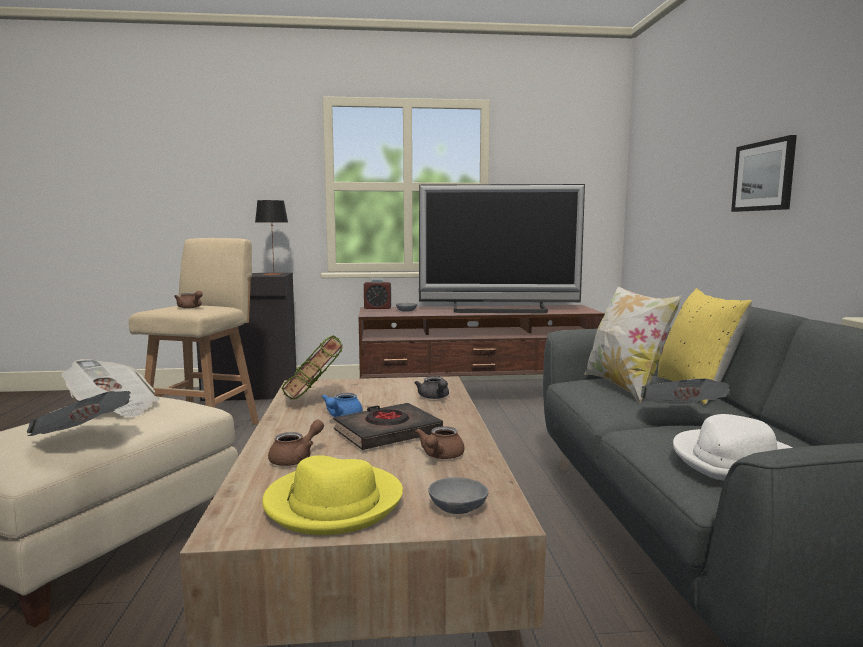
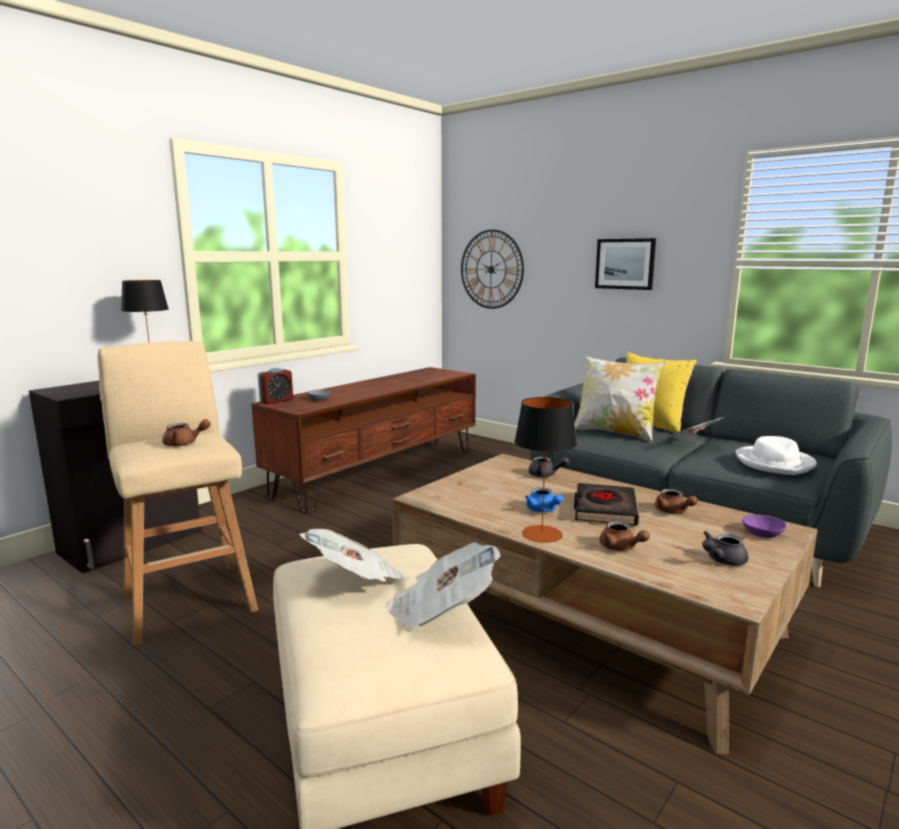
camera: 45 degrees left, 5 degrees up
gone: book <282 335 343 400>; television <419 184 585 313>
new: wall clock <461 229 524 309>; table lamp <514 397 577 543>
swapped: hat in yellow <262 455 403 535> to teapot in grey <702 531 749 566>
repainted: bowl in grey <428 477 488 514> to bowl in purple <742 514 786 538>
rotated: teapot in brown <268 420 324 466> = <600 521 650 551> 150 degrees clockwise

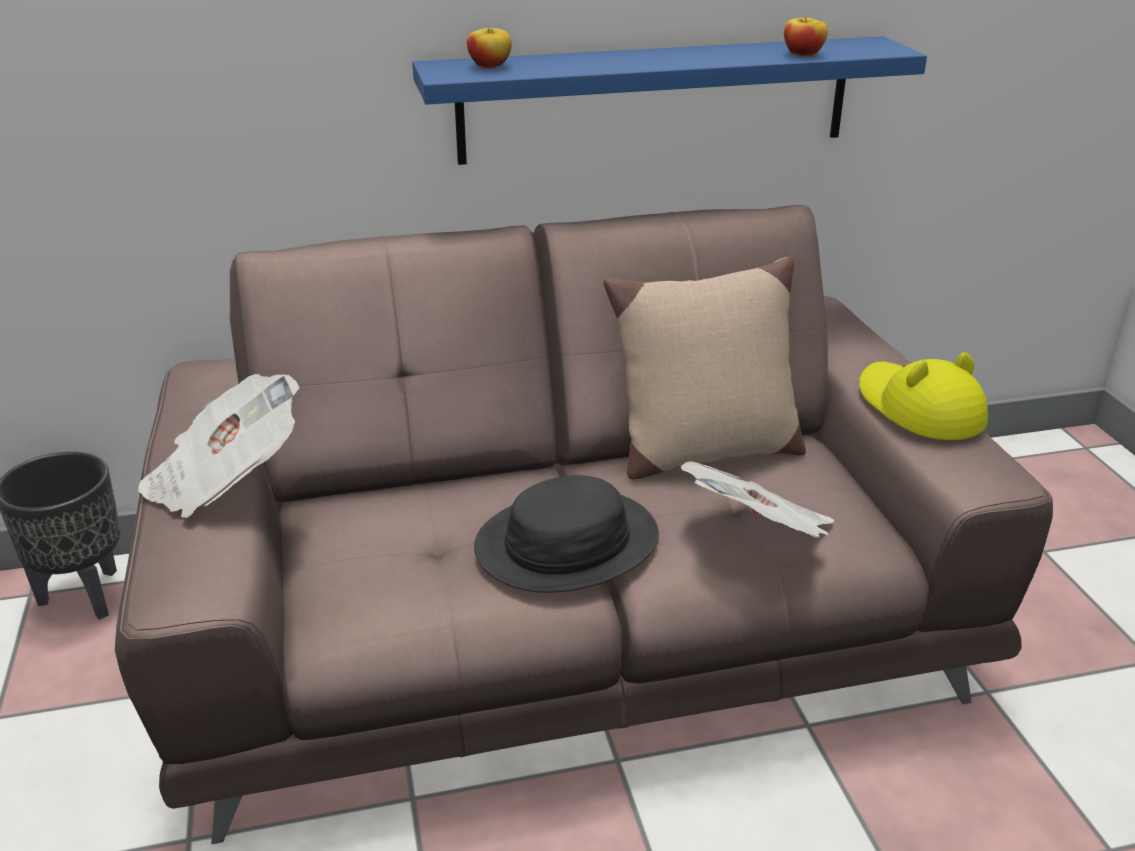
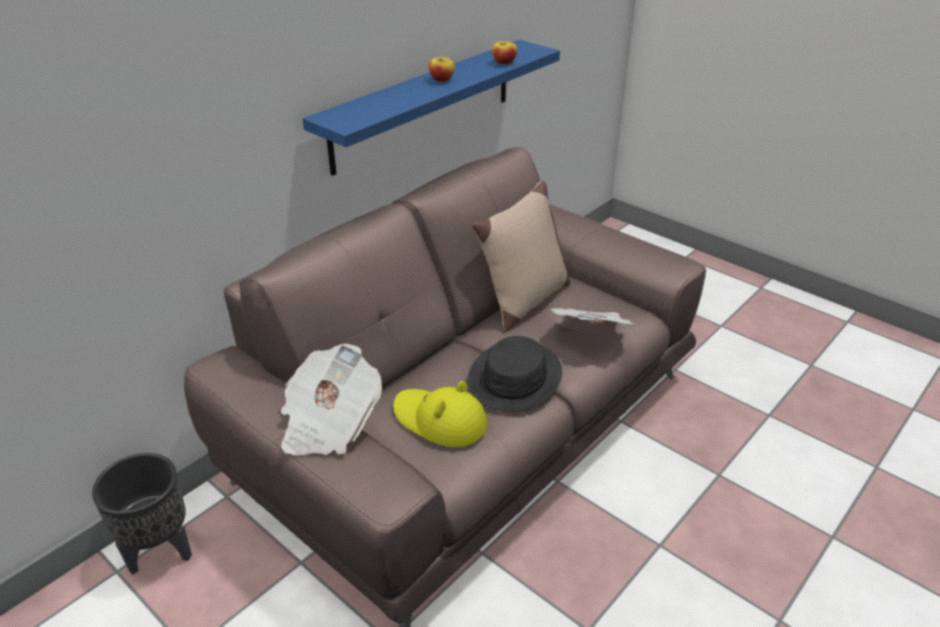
camera: 35 degrees left, 5 degrees up
shifted: apple <467 28 511 69> to <429 57 455 82>; hat in yellow <859 352 988 440> to <393 381 487 447>

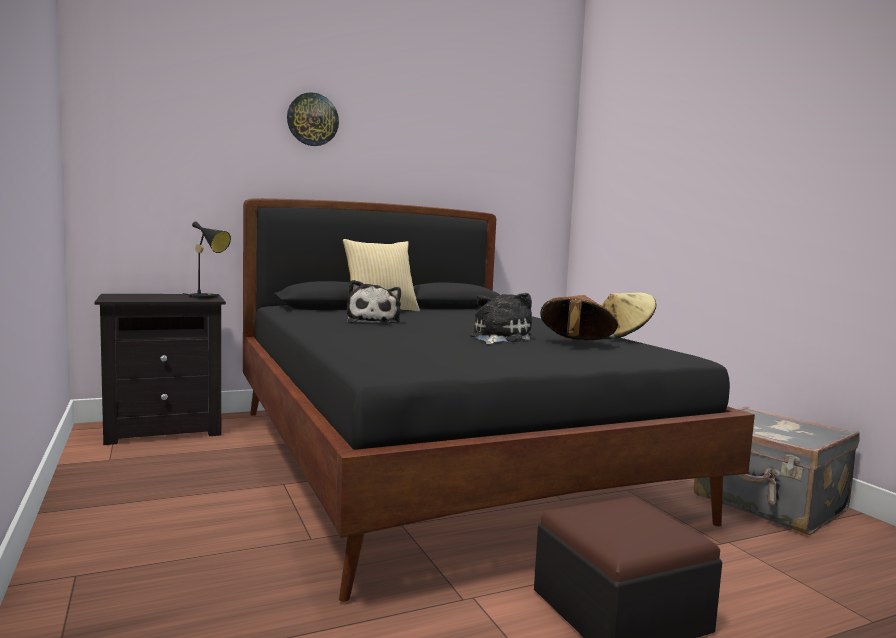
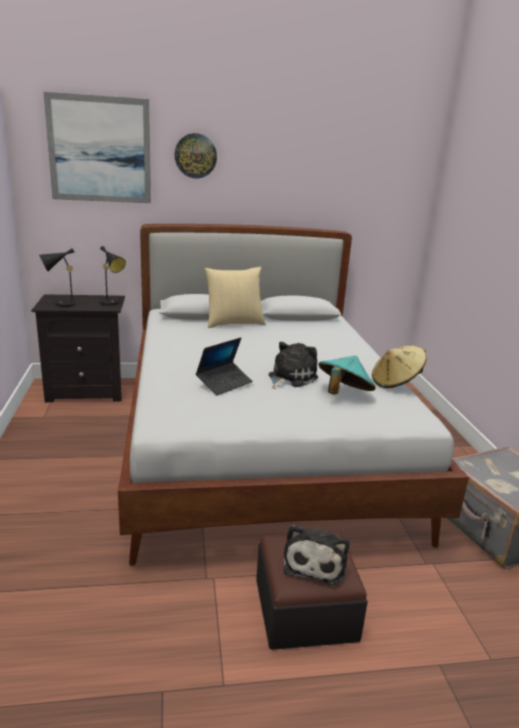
camera: 15 degrees right, 15 degrees up
new: table lamp in black <39 248 83 307>; picture <44 92 151 203>; laptop <196 337 253 396>
shifted: plush toy <346 280 401 324> to <284 525 349 585>
repainted: bed in black <243 198 755 602> to bed in white <118 224 469 566>; hat in brown <540 295 618 340> to hat in turquoise <318 356 376 395>

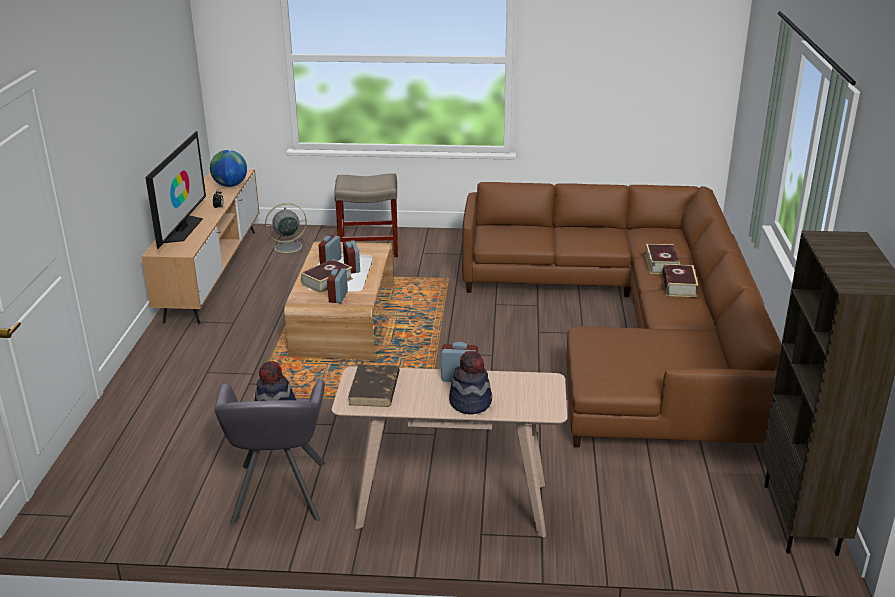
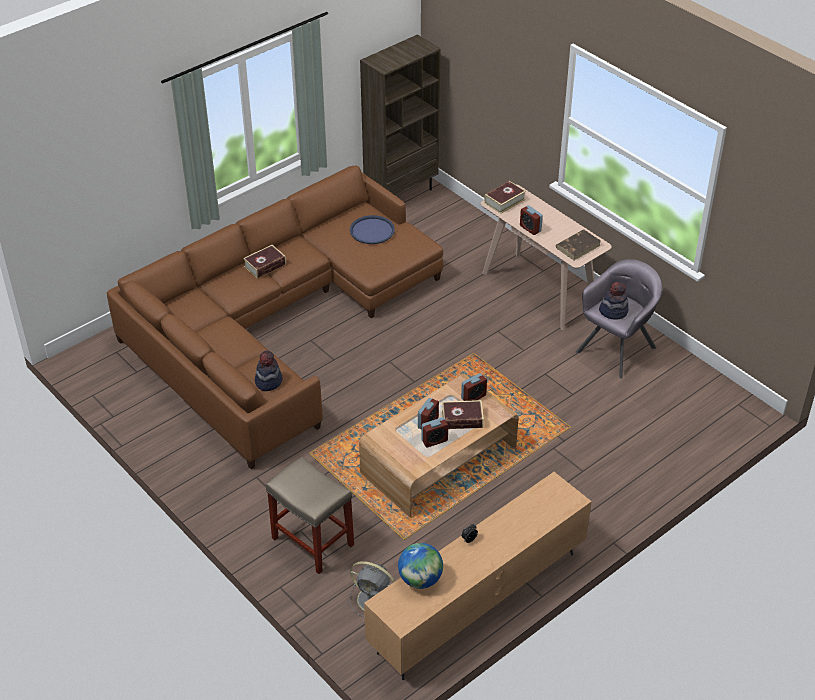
camera: 135 degrees left, 15 degrees up
gone: television <145 131 206 249>
new: tray in blue <350 215 395 244>
shifted: hat <449 351 492 414> to <255 351 283 391>; book <645 244 680 274> to <484 181 526 214>

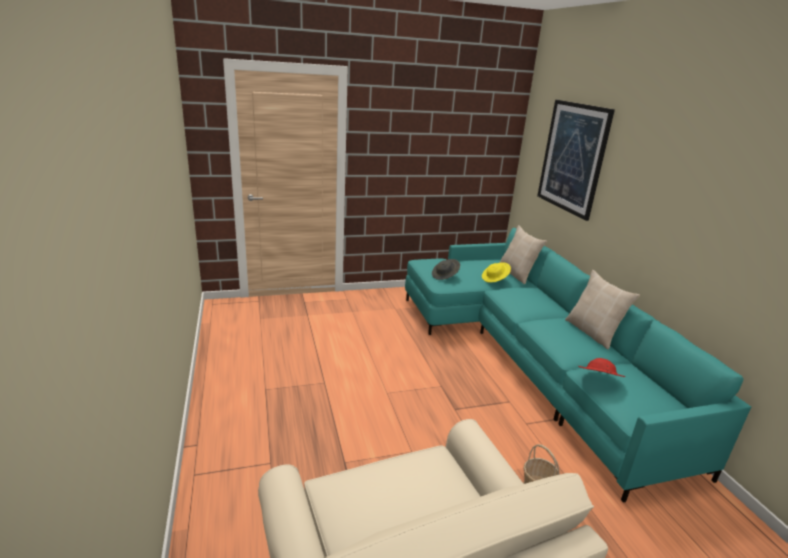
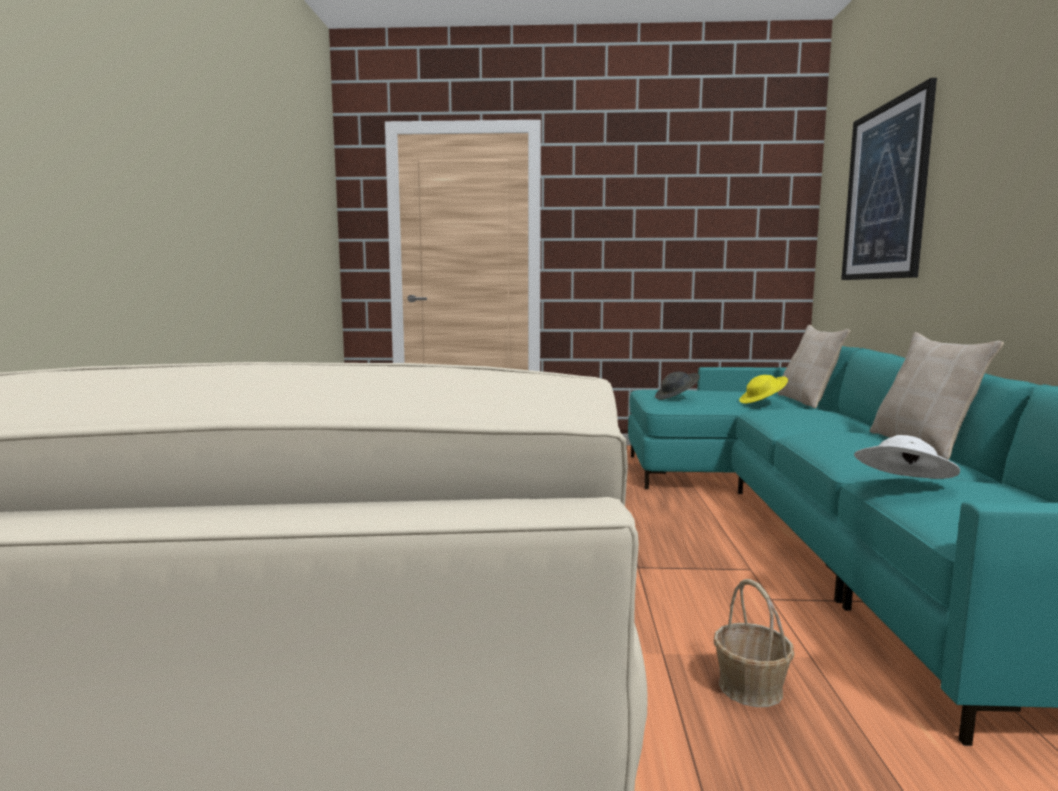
camera: 20 degrees right, 15 degrees down
repainted: hat in red <578 358 625 377> to hat in white <854 435 960 479>

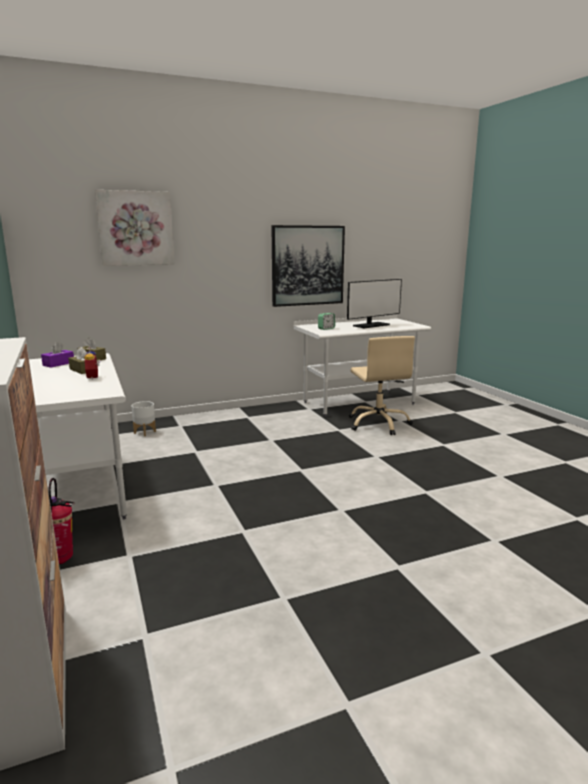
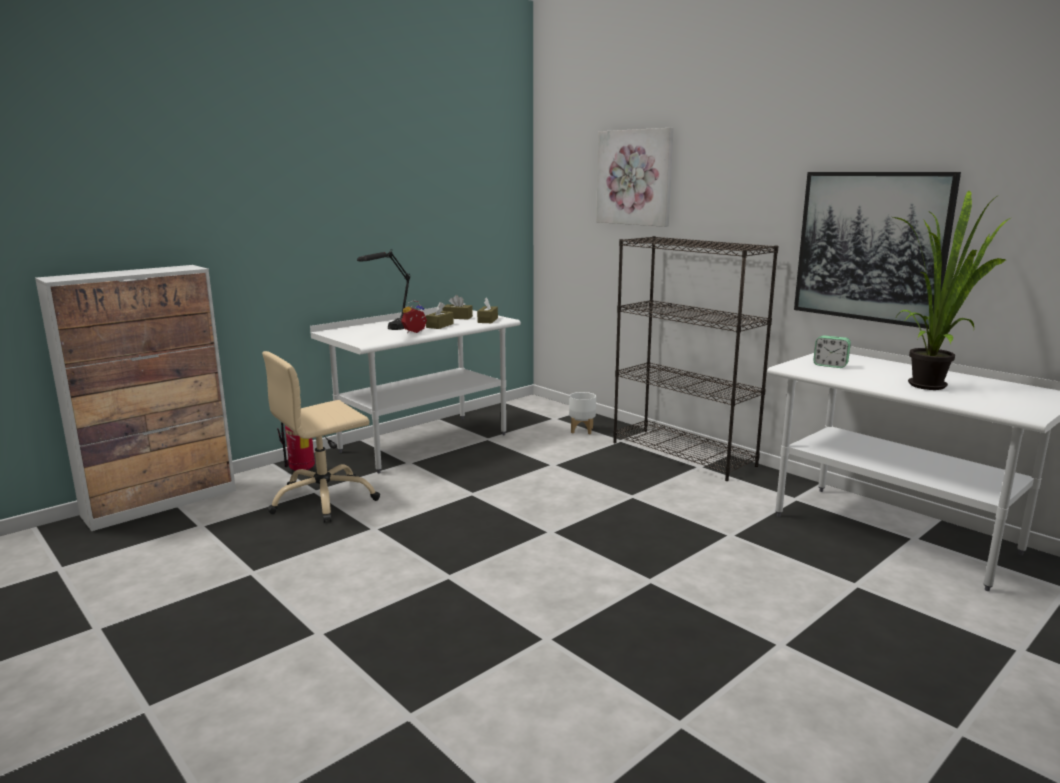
camera: 70 degrees right, 0 degrees up
new: table lamp in black <357 249 410 330>; bookcase in black <613 236 779 481>
shifted: office chair in beige <349 336 415 435> to <262 351 380 523>
swapped: monitor <347 279 402 328> to potted plant <893 191 1011 390>
repainted: tissue box in purple <41 342 74 368> to tissue box in brown <442 295 473 320>

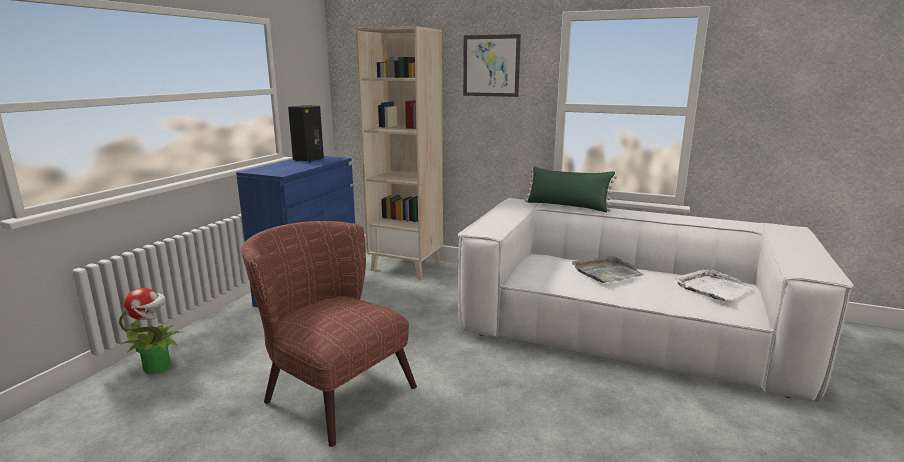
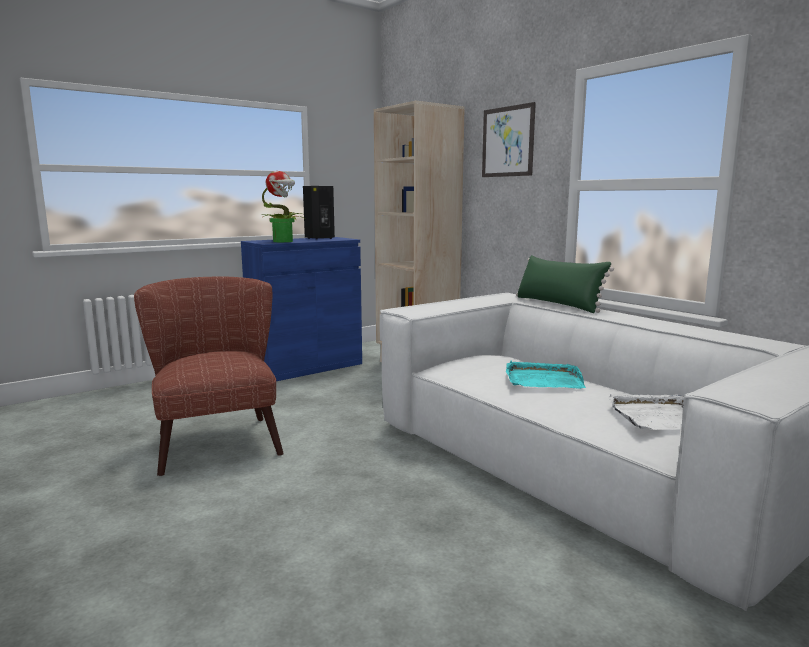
camera: 30 degrees right, 5 degrees down
shifted: potted plant <119 288 181 374> to <262 171 304 242>
repainted: tray in grey <572 256 644 283> to tray in turquoise <506 361 586 389>

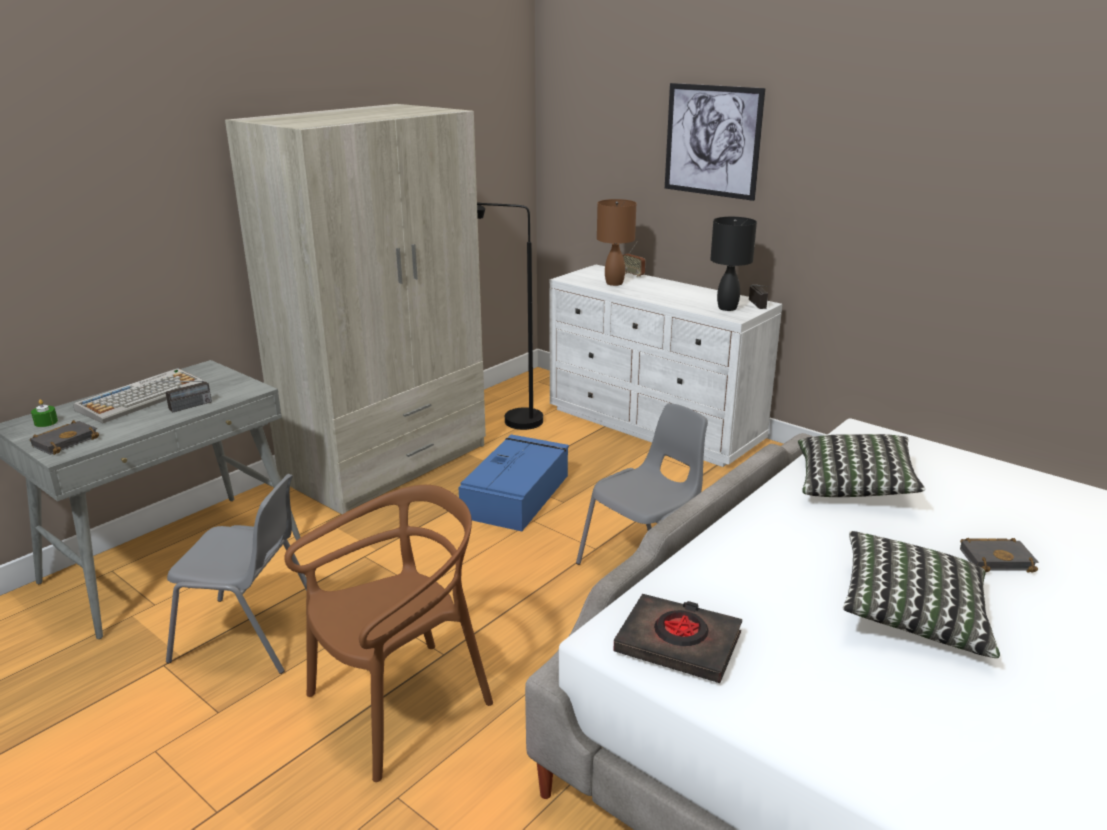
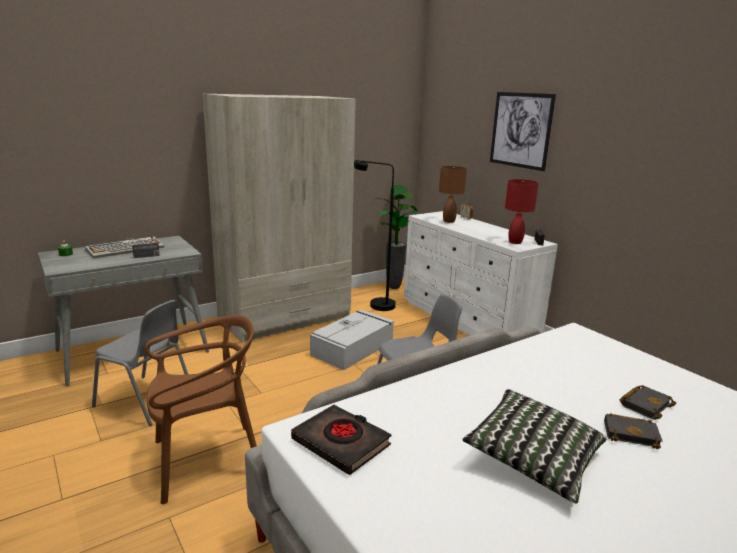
camera: 15 degrees right, 5 degrees down
gone: pillow <798 434 925 497>
new: potted plant <376 185 418 289>
shifted: book in black <30 420 99 455> to <620 385 676 420>
repainted: storage box in blue <458 435 569 531> to storage box in grey <310 310 394 370>; table lamp in black <710 217 757 311> to table lamp in red <505 179 539 244>

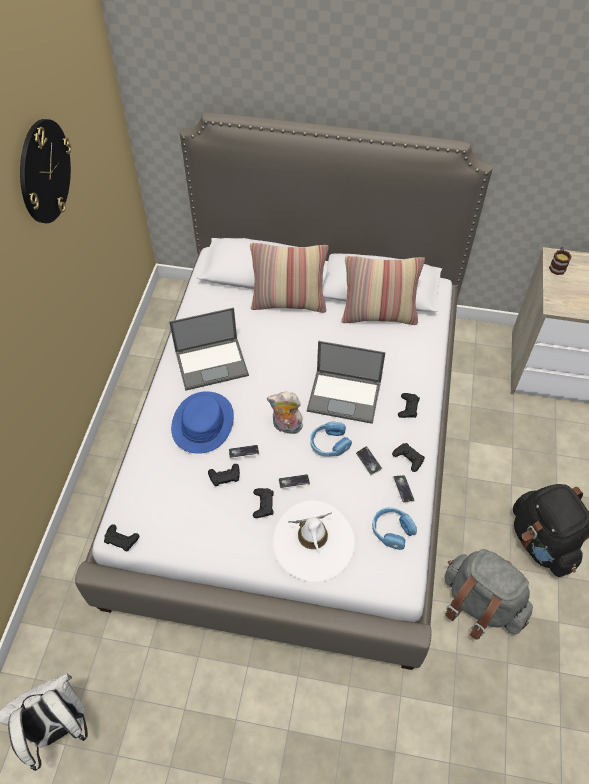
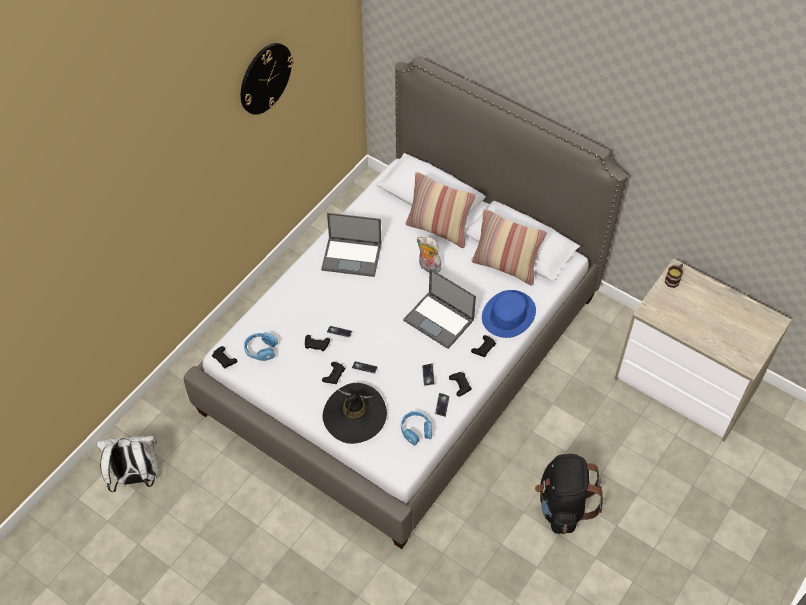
camera: 25 degrees right, 0 degrees up
gone: backpack in grey <445 549 533 640>
shifted: hat in blue <171 391 234 454> to <482 290 536 338>; plush toy <267 392 303 434> to <417 237 441 273>; headphones in blue <310 422 352 457> to <244 332 278 361>
repainted: hat in white <273 501 355 582> to hat in black <323 383 387 444>

